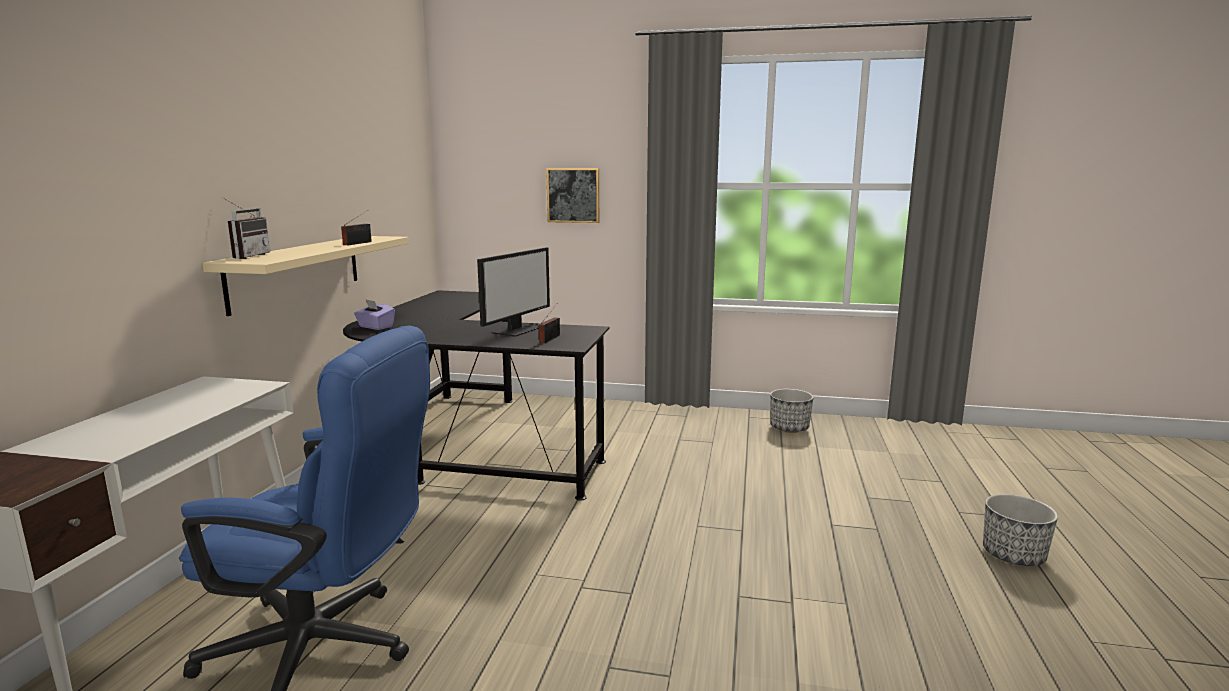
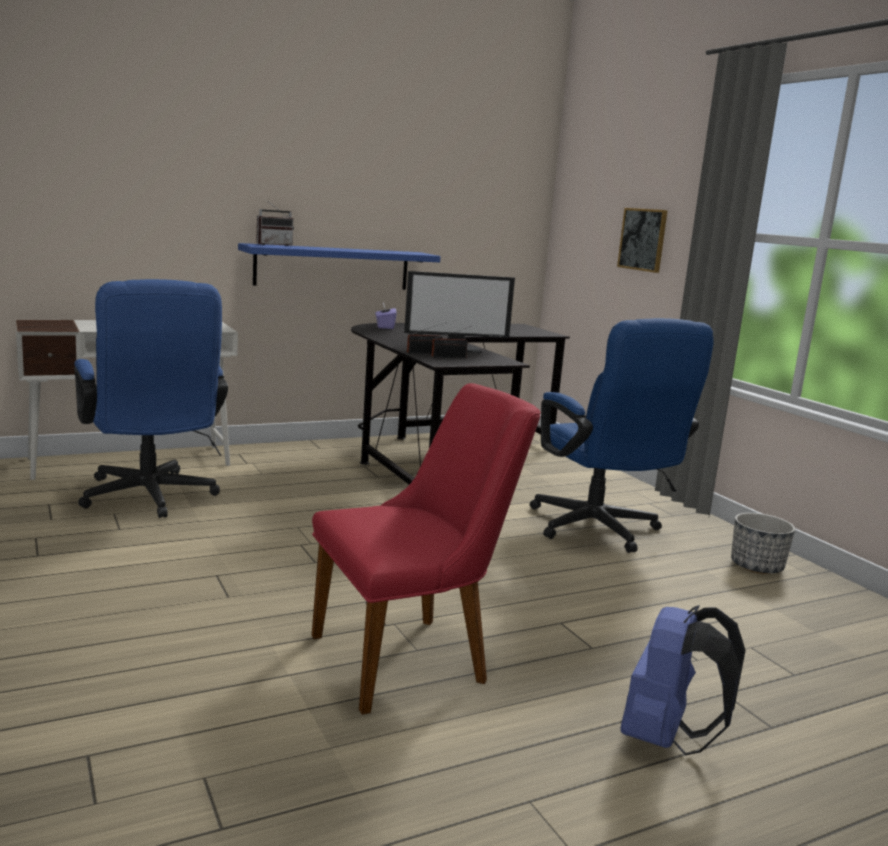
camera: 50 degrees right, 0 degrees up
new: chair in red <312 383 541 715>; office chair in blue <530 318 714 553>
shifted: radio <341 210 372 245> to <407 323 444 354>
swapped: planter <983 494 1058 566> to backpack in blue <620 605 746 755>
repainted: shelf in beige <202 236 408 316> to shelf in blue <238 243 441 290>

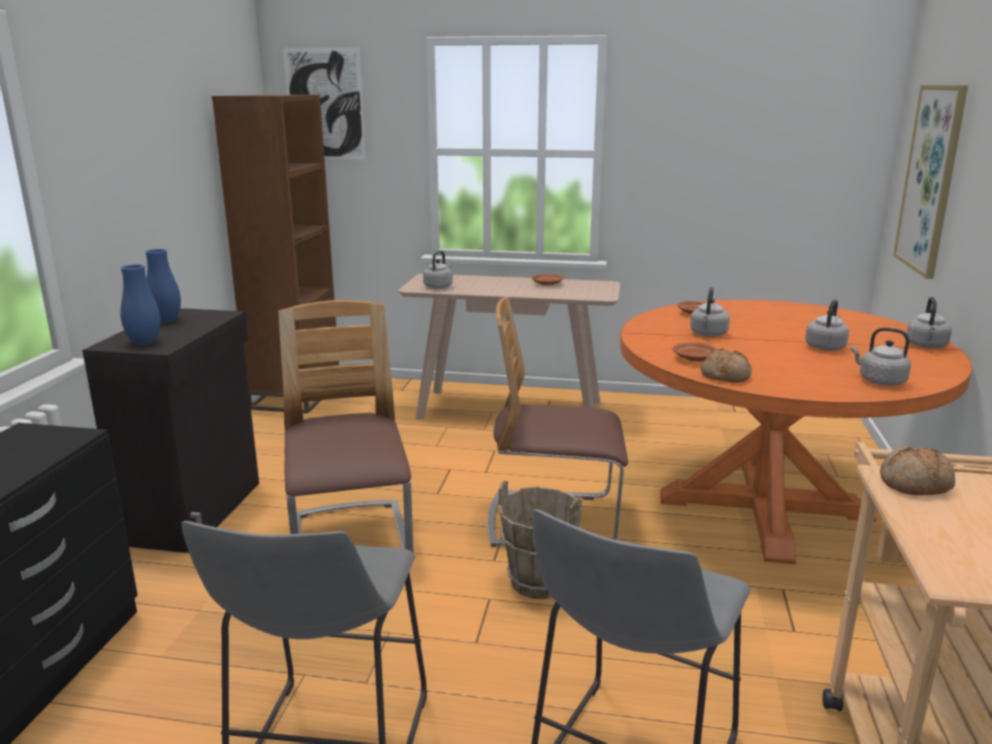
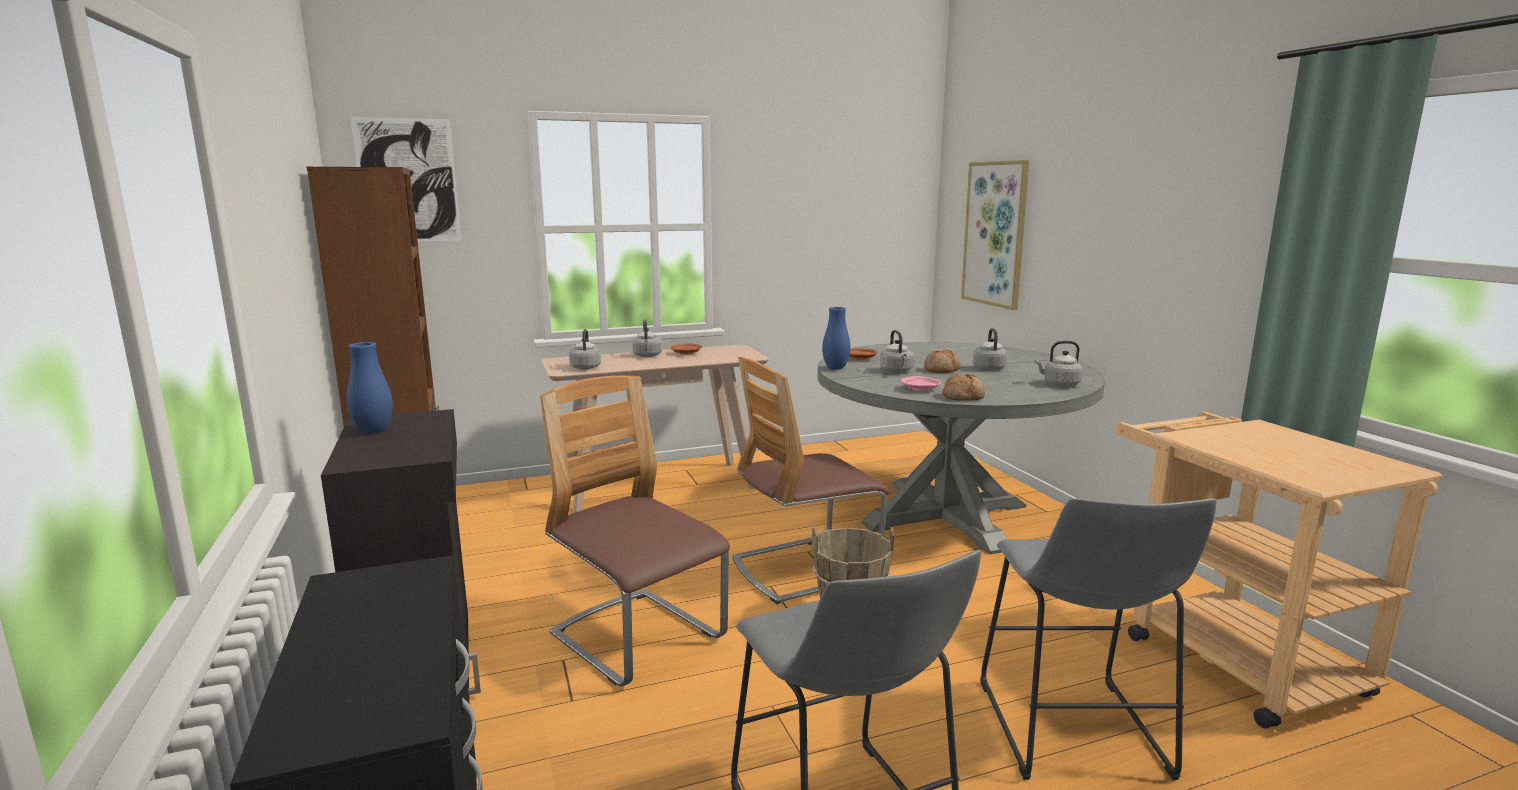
camera: 30 degrees left, 5 degrees down
shifted: vase in blue <120 264 161 345> to <822 307 851 370>; bread <880 445 955 495> to <924 350 960 373>; kettle in grey <907 297 952 348> to <632 320 662 357>
repainted: dining table in orange <620 300 972 564> to dining table in grey <818 342 1105 554>; plate in brown <673 343 717 362> to plate in pink <901 376 941 391>

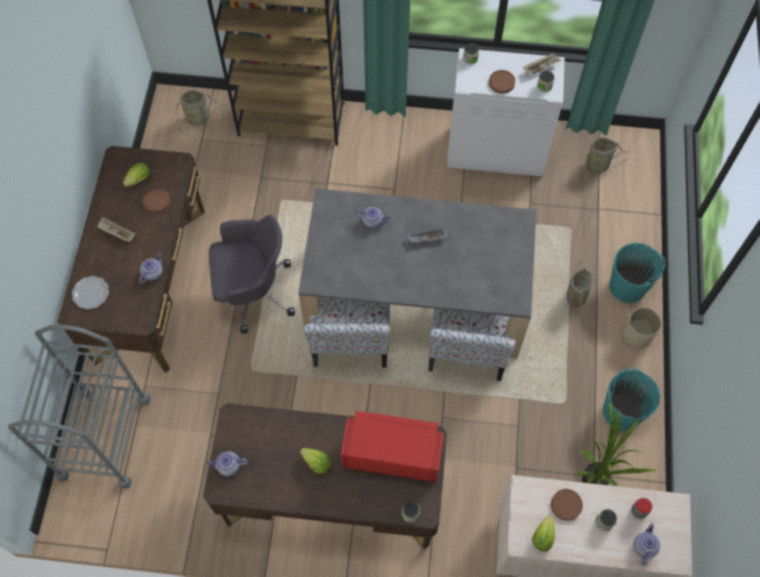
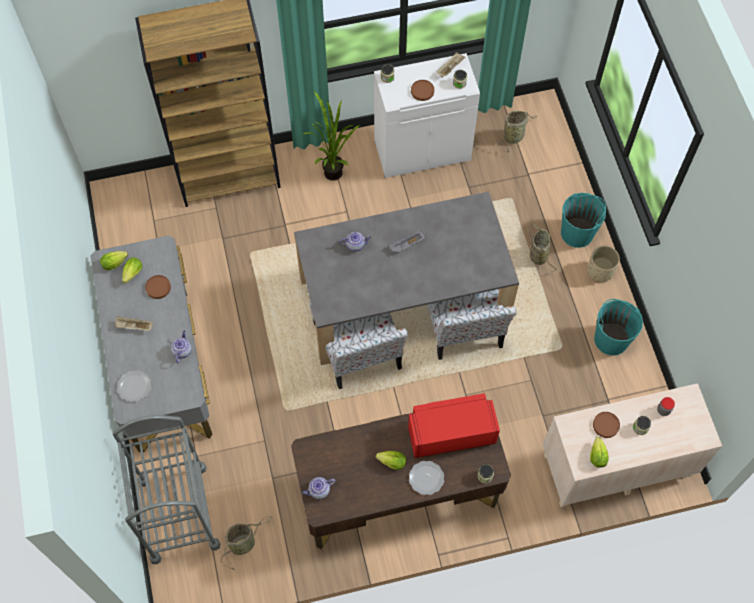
camera: 20 degrees left, 0 degrees up
gone: office chair in grey <209 215 295 334>; teapot <634 523 660 566>
new: lettuce <100 251 128 270>; plate <409 461 444 495>
shifted: basket <175 90 231 133> to <221 516 272 570>; potted plant <576 400 656 486> to <302 91 360 181>
repainted: desk in brown <58 146 205 373> to desk in grey <91 236 212 453>

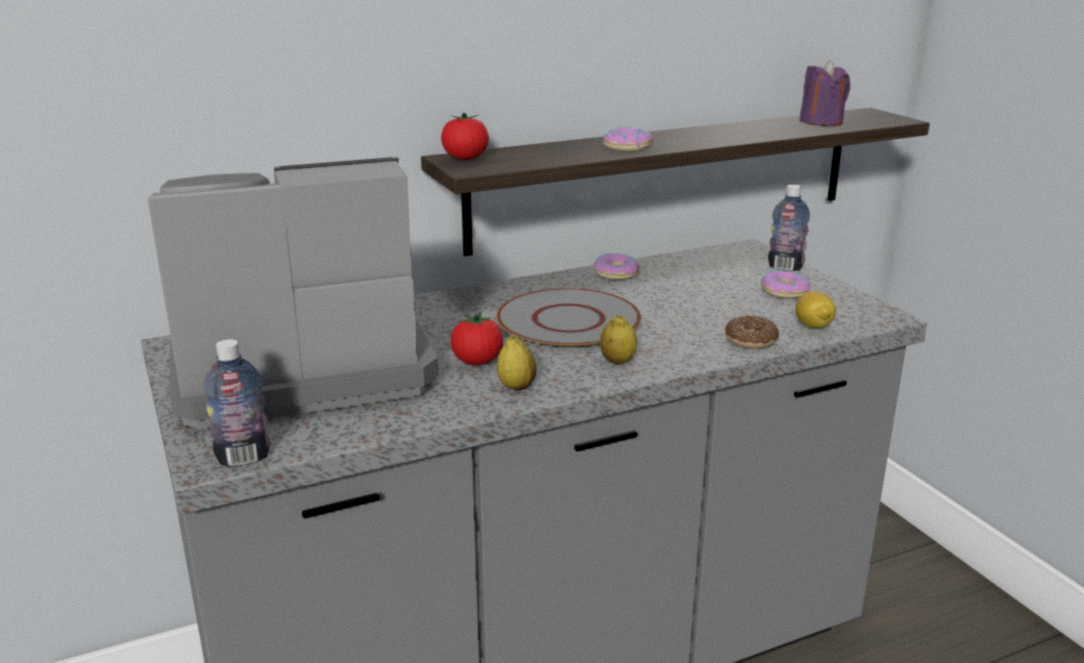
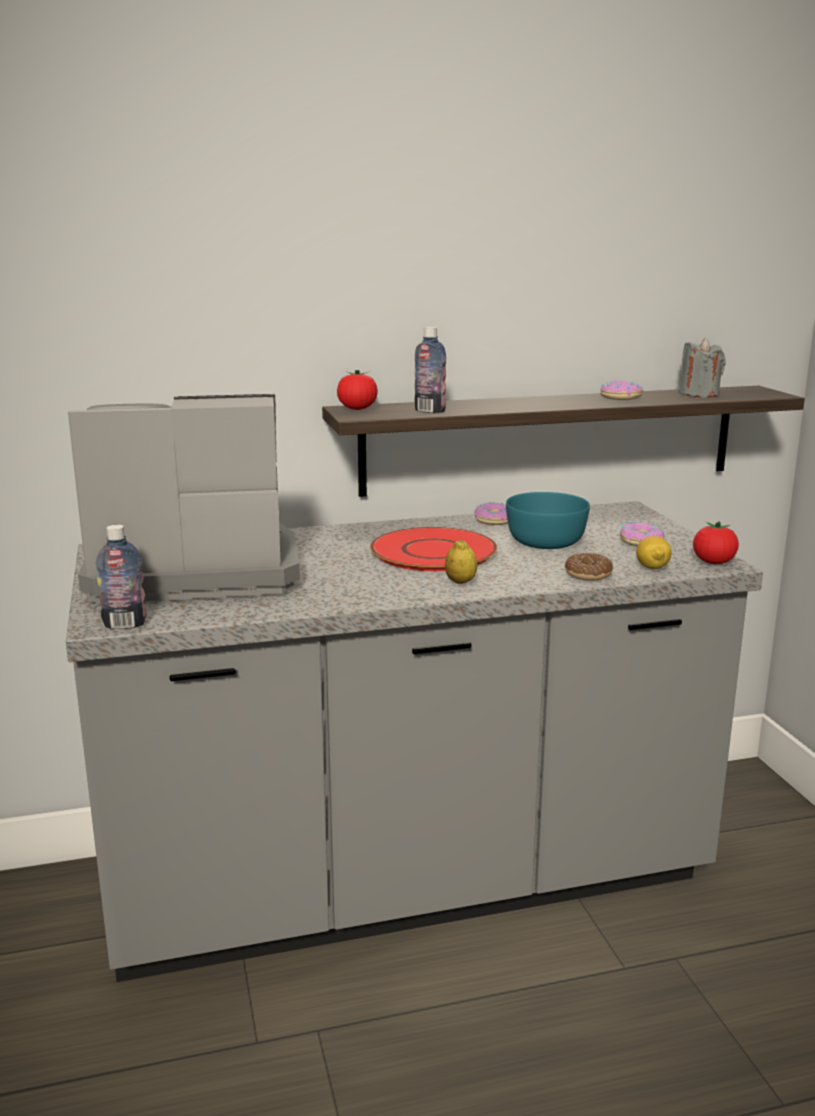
camera: 10 degrees right, 5 degrees down
gone: lemon <497 336 536 390>
new: bowl in turquoise <506 492 590 549>
shifted: tomato <450 312 503 365> to <693 521 739 564>; donut <603 127 653 152> to <600 381 643 400>; bottle <768 184 810 271> to <415 327 446 413>
repainted: plate in grey <496 288 641 349> to plate in red <370 527 497 571>; candle in purple <799 60 850 127> to candle in grey <678 338 726 398>

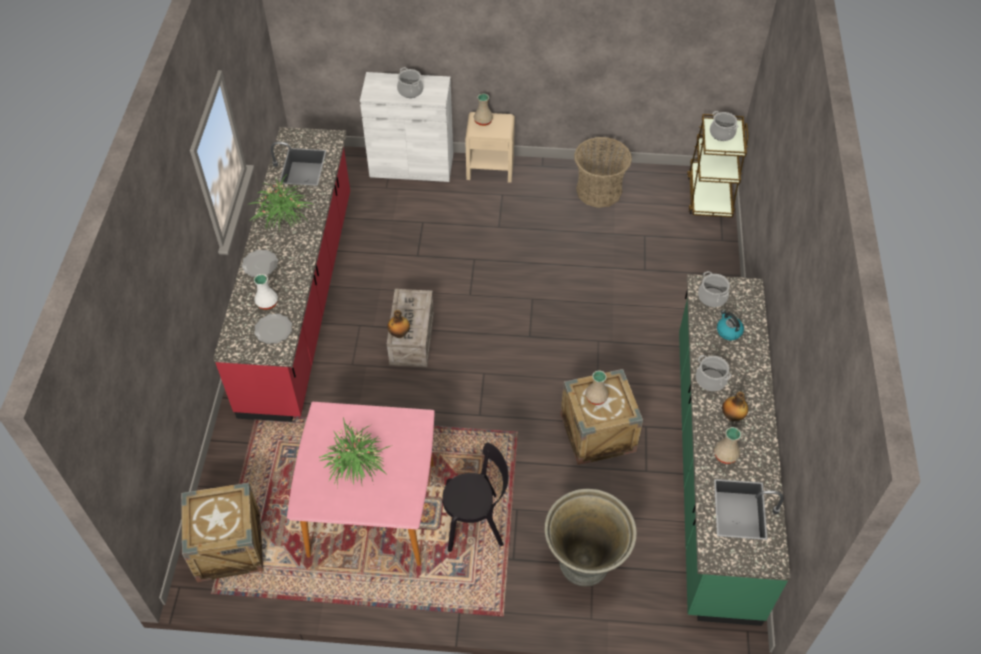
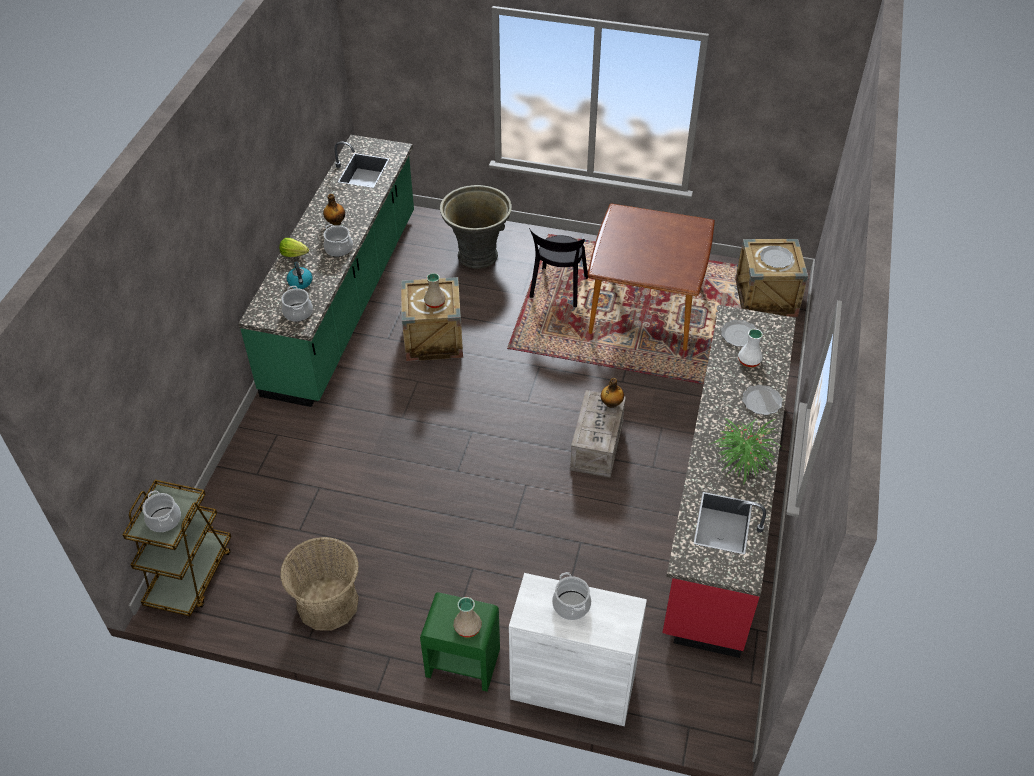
camera: 170 degrees left, 5 degrees down
gone: potted plant <319 417 390 487>; vase in beige <714 427 741 464>
new: lettuce <279 238 309 257>; plate <760 246 794 268>
repainted: dining table in pink <287 402 435 566> to dining table in brown <587 203 715 351>; nightstand in beige <465 112 515 183> to nightstand in green <420 592 500 692>
rotated: chair in black <442 443 509 552> = <529 228 588 307> 75 degrees counterclockwise

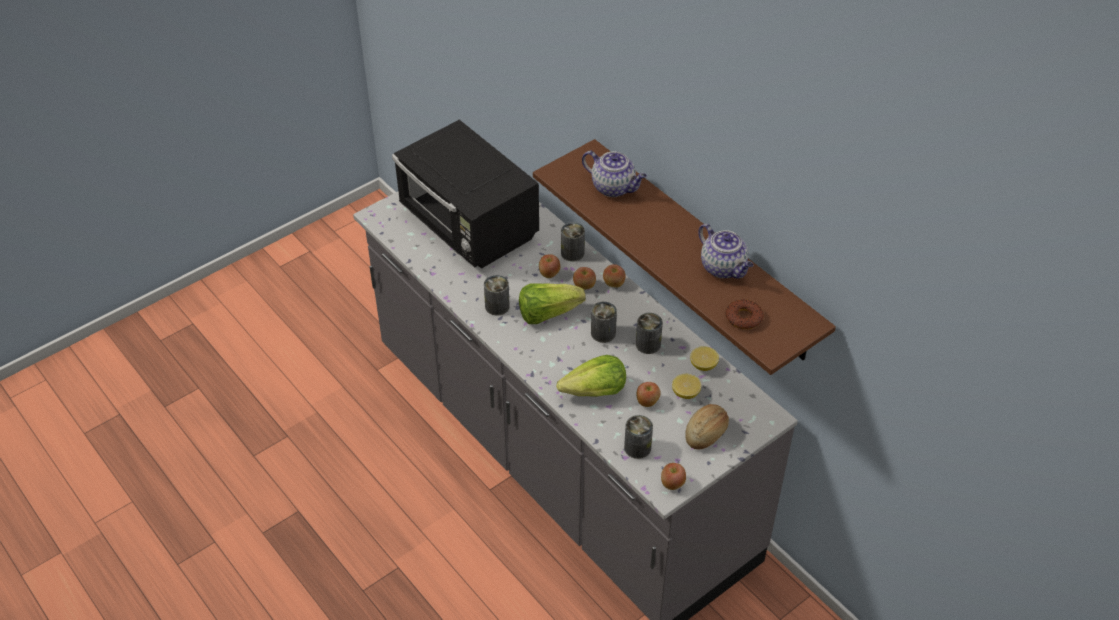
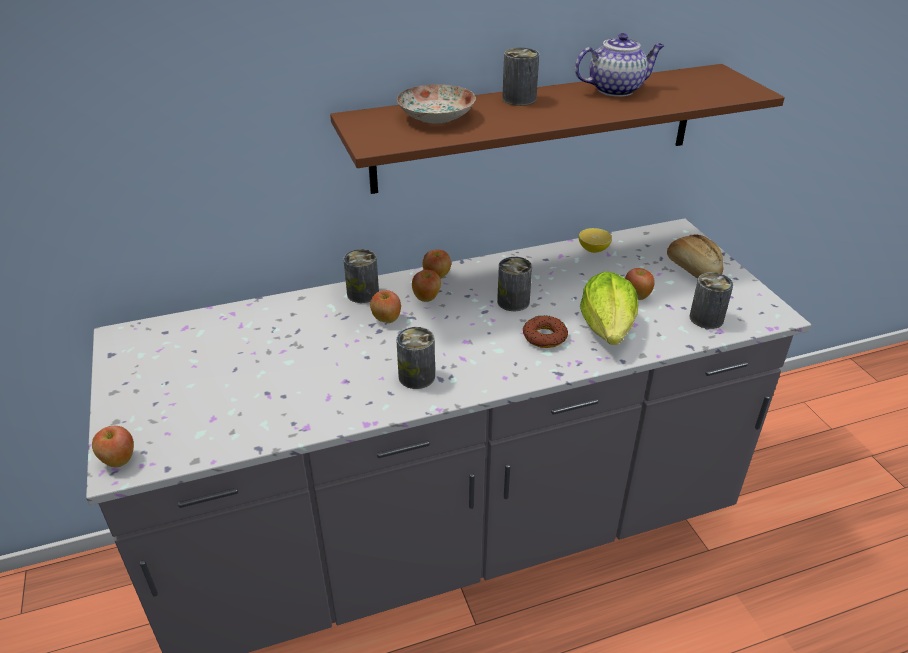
camera: 70 degrees left, 10 degrees down
gone: microwave in black <392 120 539 269>; lettuce <519 283 586 324>; lemon <672 374 701 399>
shifted: can <636 313 663 354> to <502 48 539 106>; apple <661 463 686 490> to <92 426 134 467>; donut <725 299 764 329> to <523 315 568 348>
swapped: teapot <582 151 647 197> to plate <397 84 476 124>

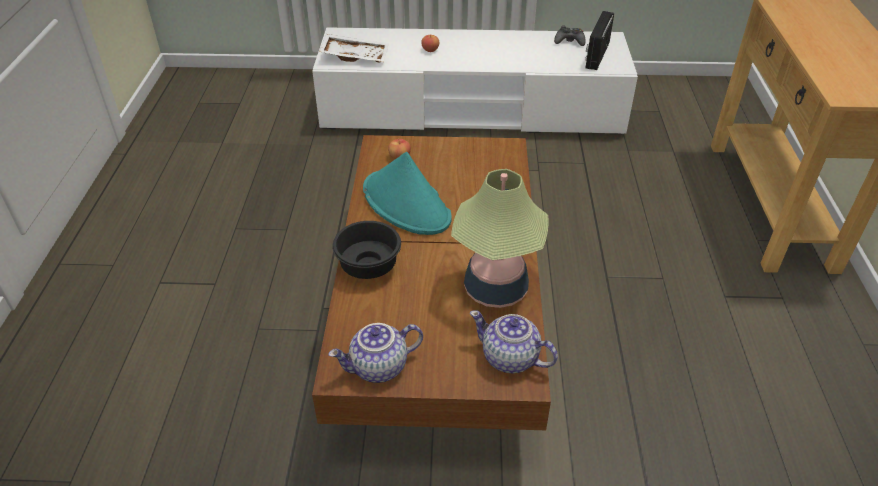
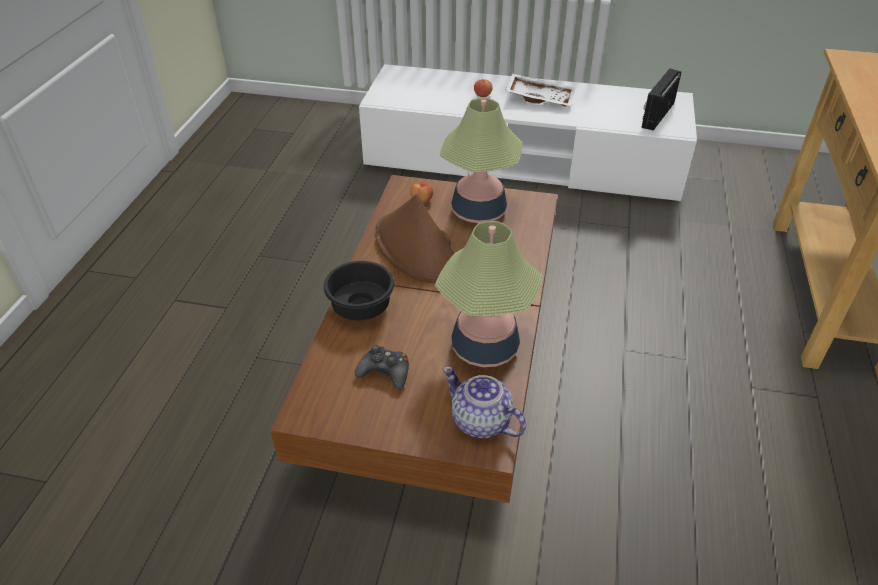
camera: 10 degrees right, 0 degrees up
gone: teapot <328 323 423 383>
new: table lamp <440 98 522 223>
shifted: tray in white <319 34 389 63> to <505 73 575 107>; game controller in black <554 25 586 46> to <355 345 409 390>
repainted: hat in turquoise <363 151 452 235> to hat in brown <375 194 454 283>

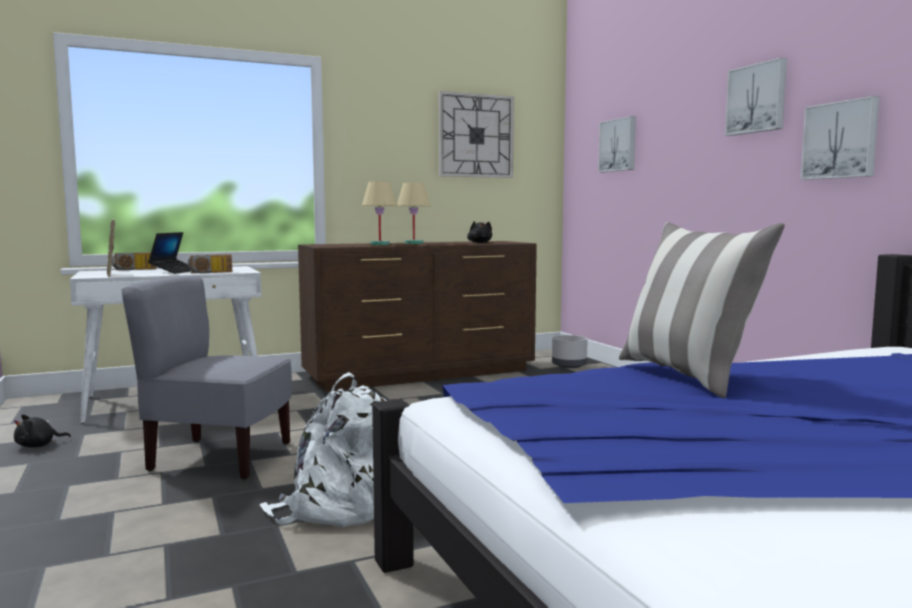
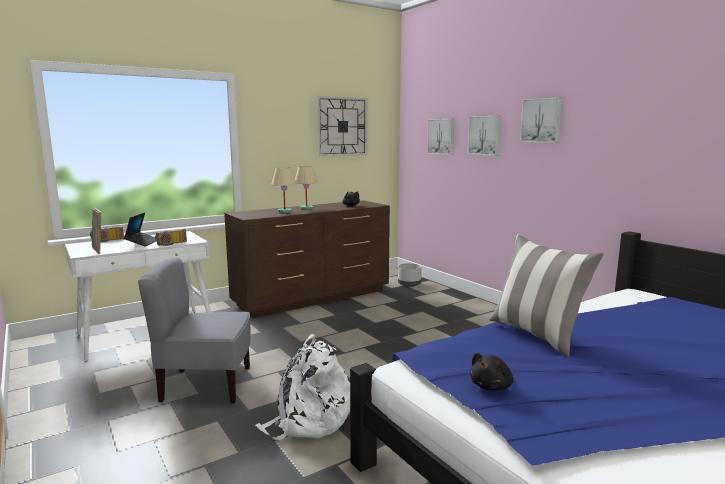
camera: 10 degrees left, 5 degrees up
shifted: plush toy in black <14 414 71 447> to <470 353 514 391>; picture <800 96 880 180> to <467 116 501 156>

